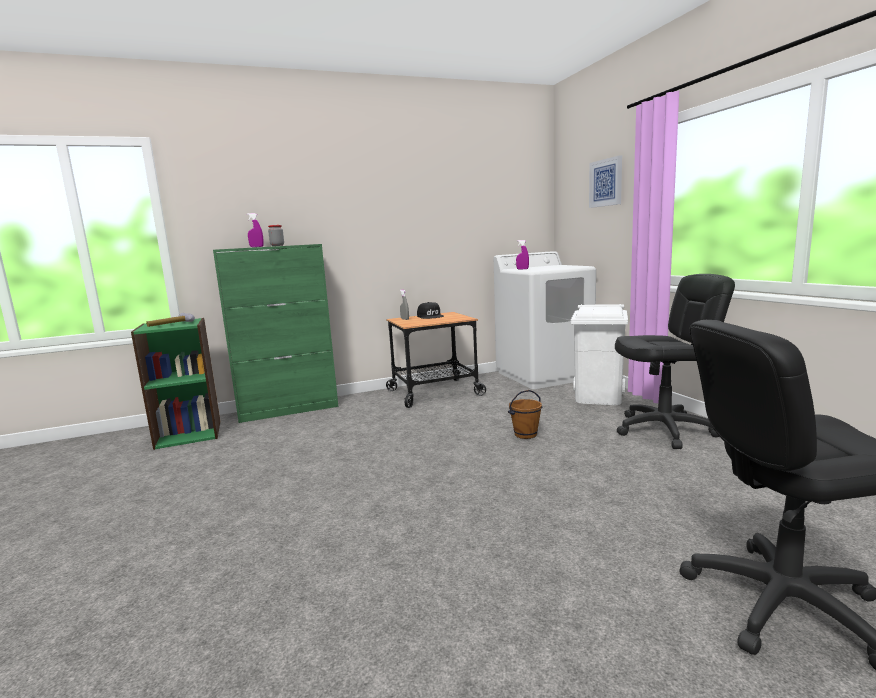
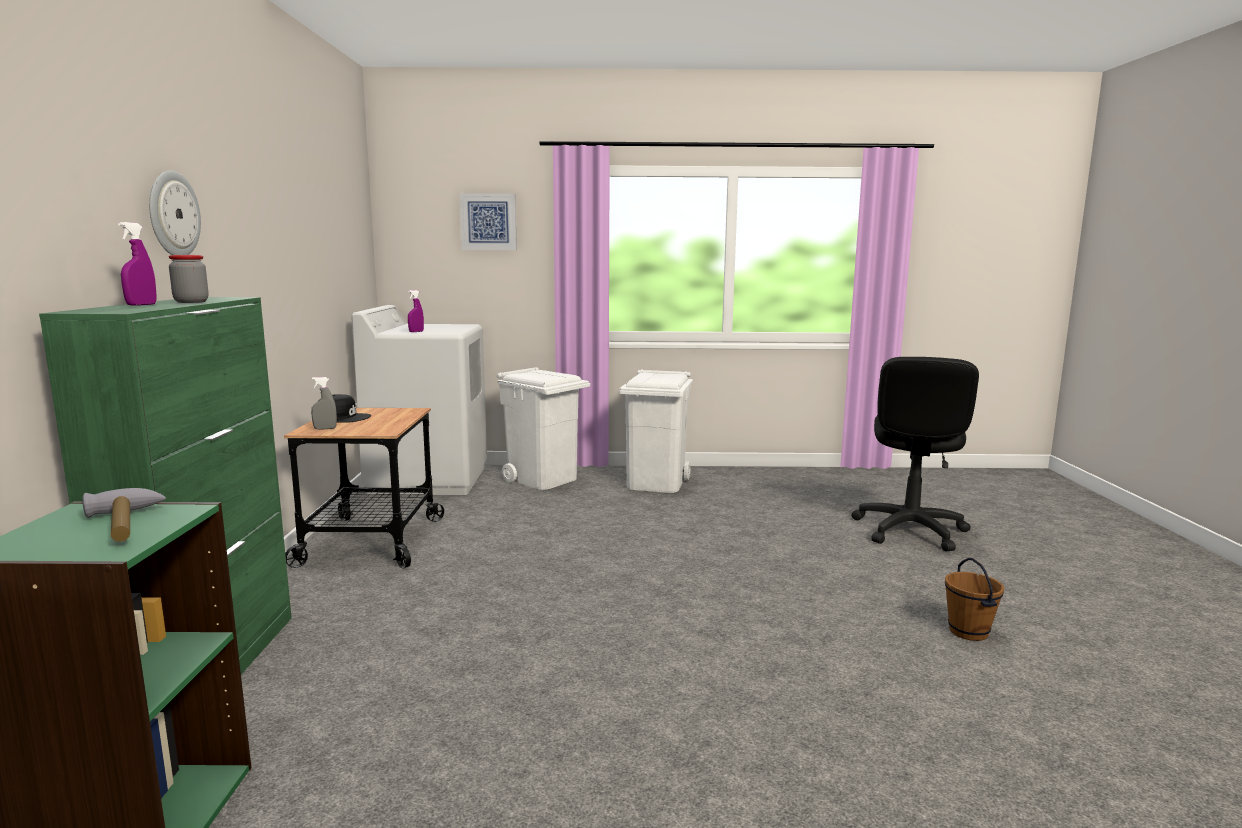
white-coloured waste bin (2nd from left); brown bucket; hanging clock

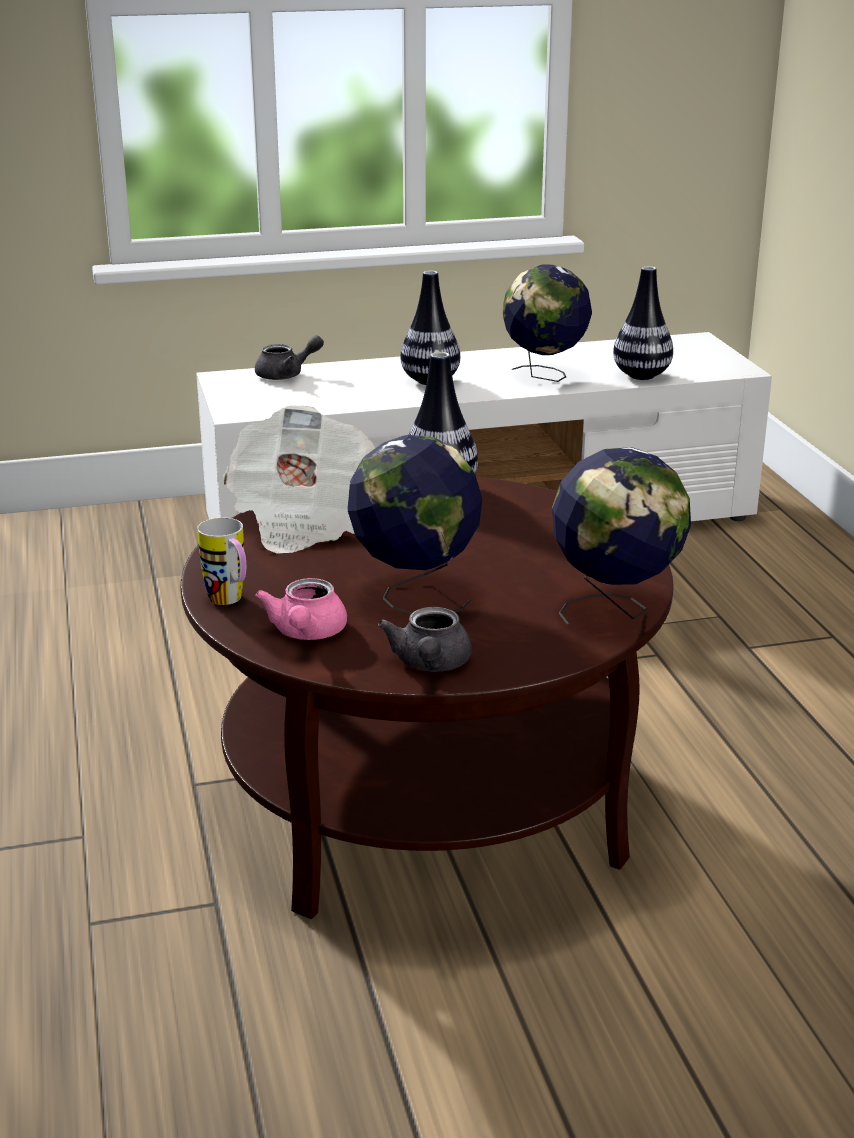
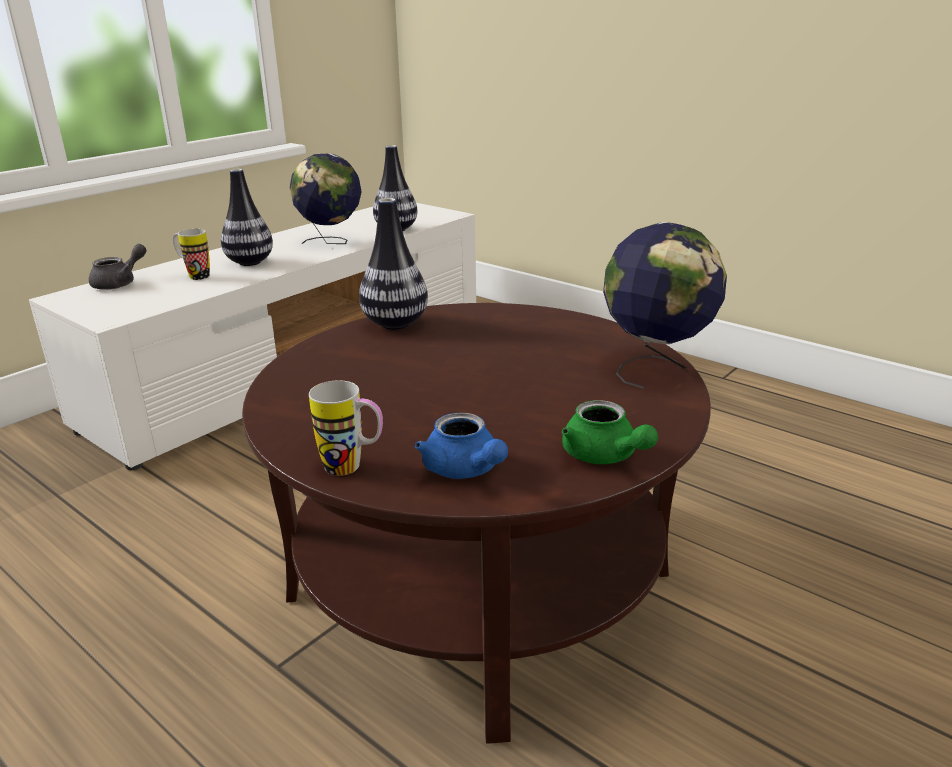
newspaper; desk globe (1st from left in the first image); blue-coloured tea pot; green-coloured tea pot; mug (1st from left)

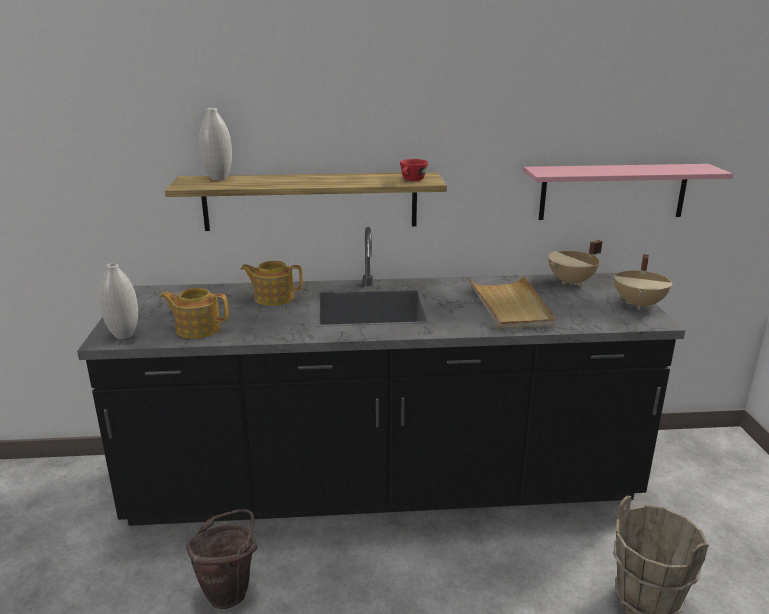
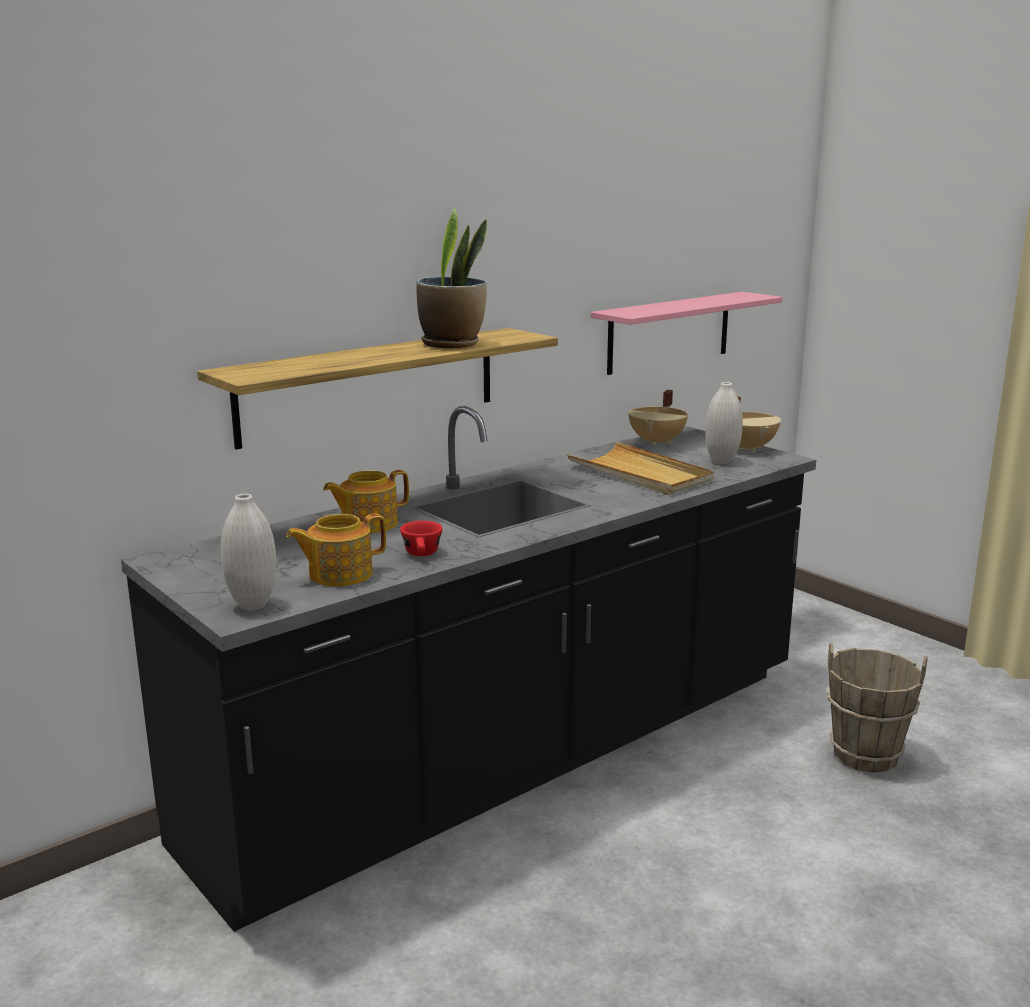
white-coloured vase (2nd from left); red-coloured drinking cup; brown bucket (1st from left in the first image); houseplant

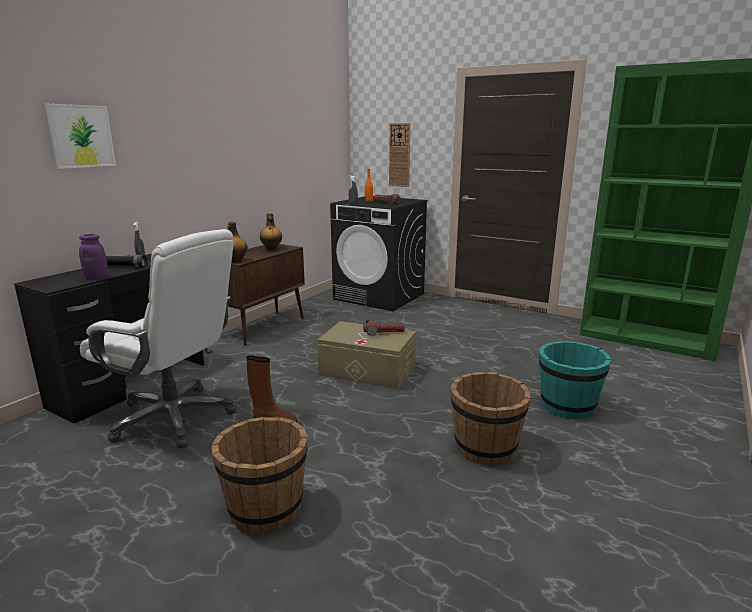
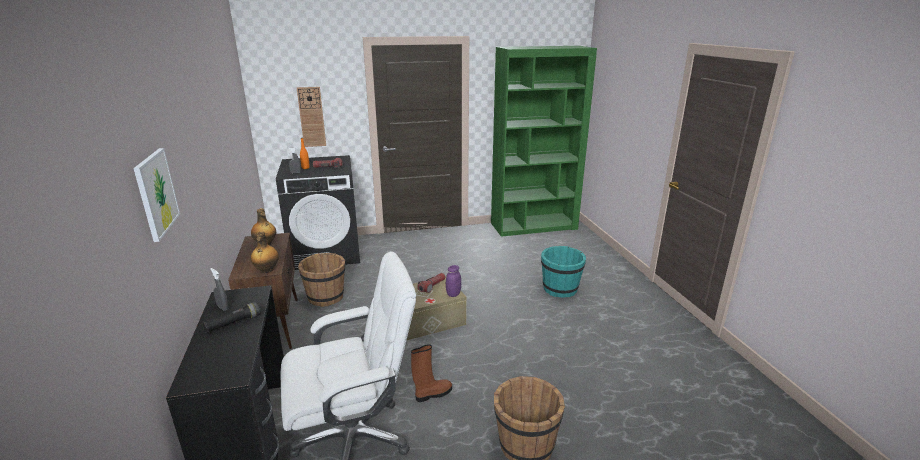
purple jar; brown bucket (1st from left)

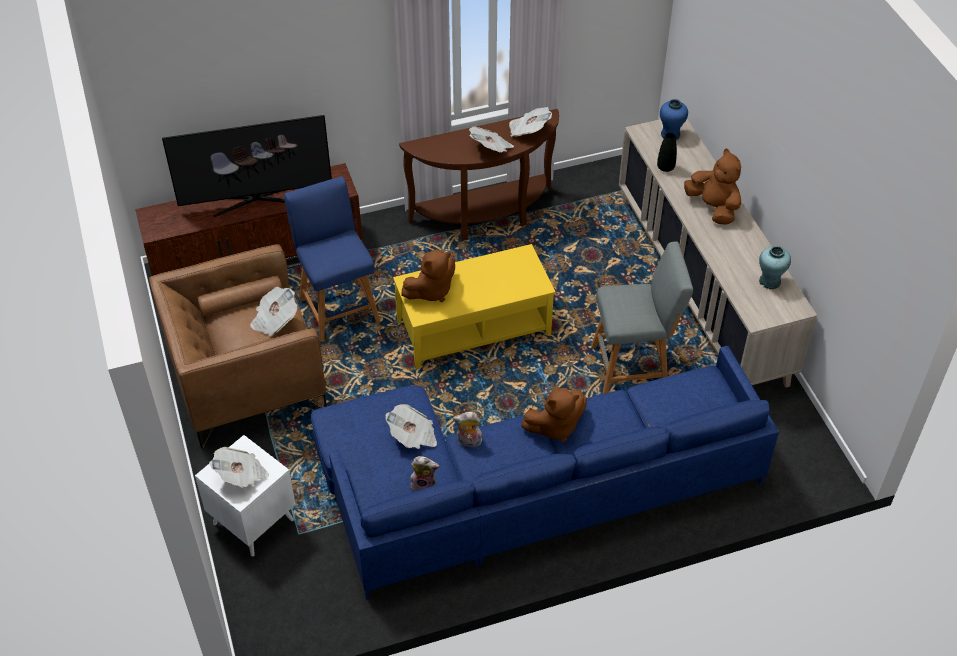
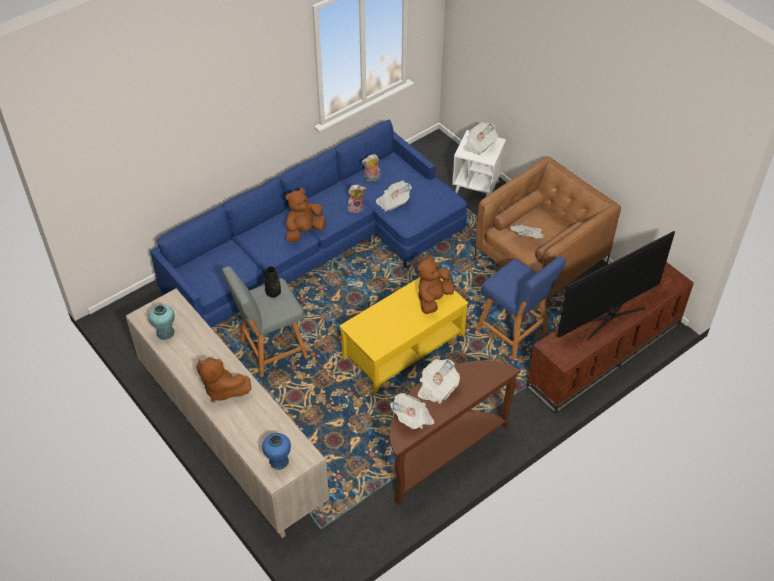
black vase

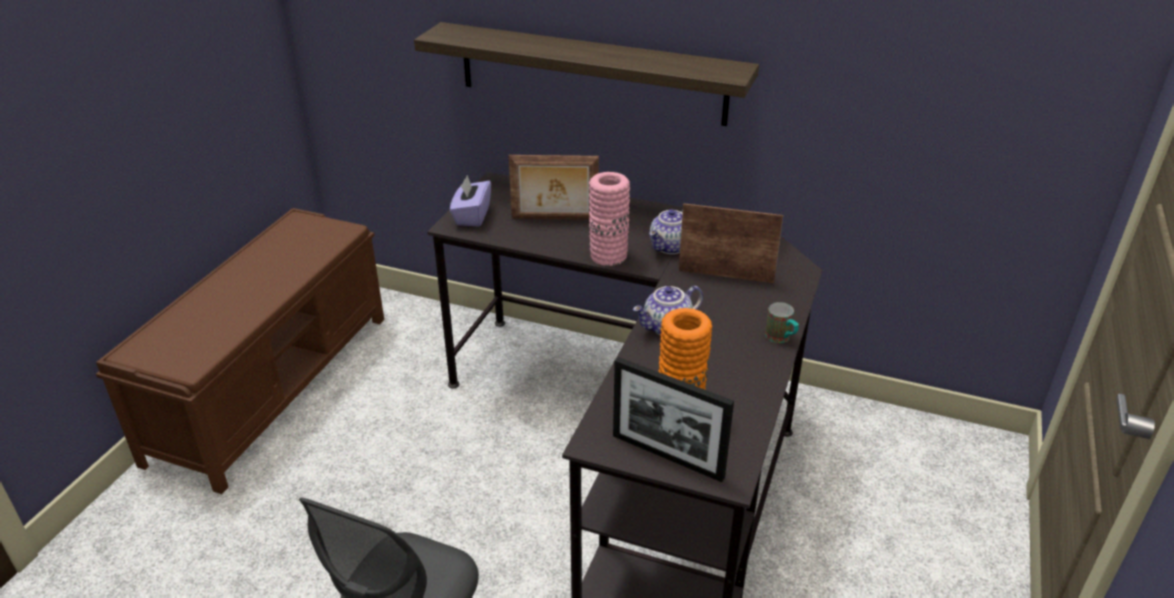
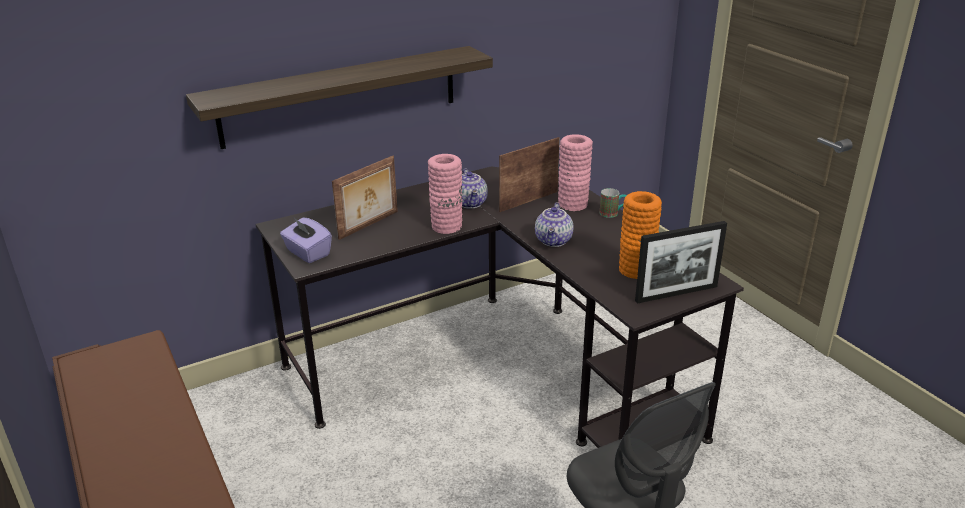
pink vase (2nd from left)

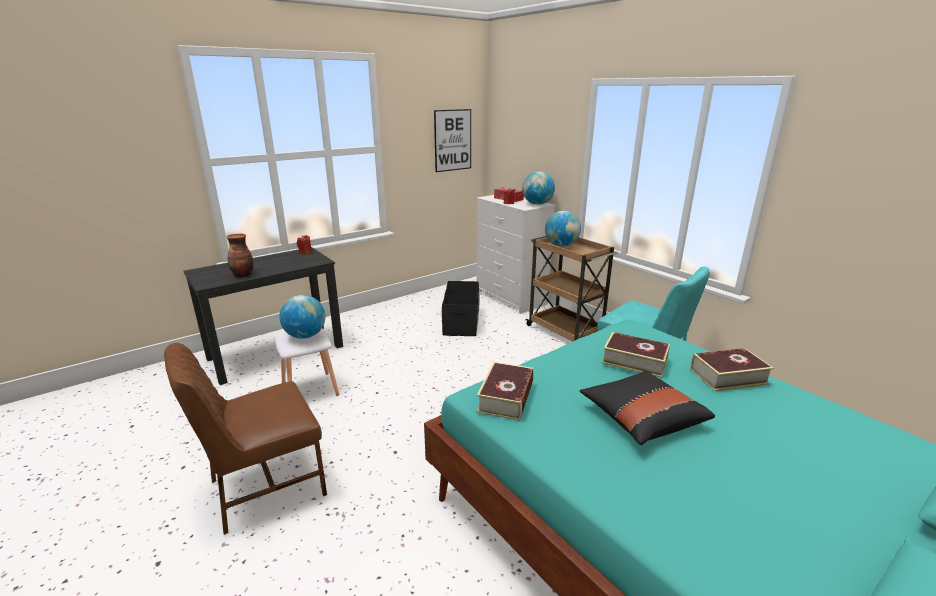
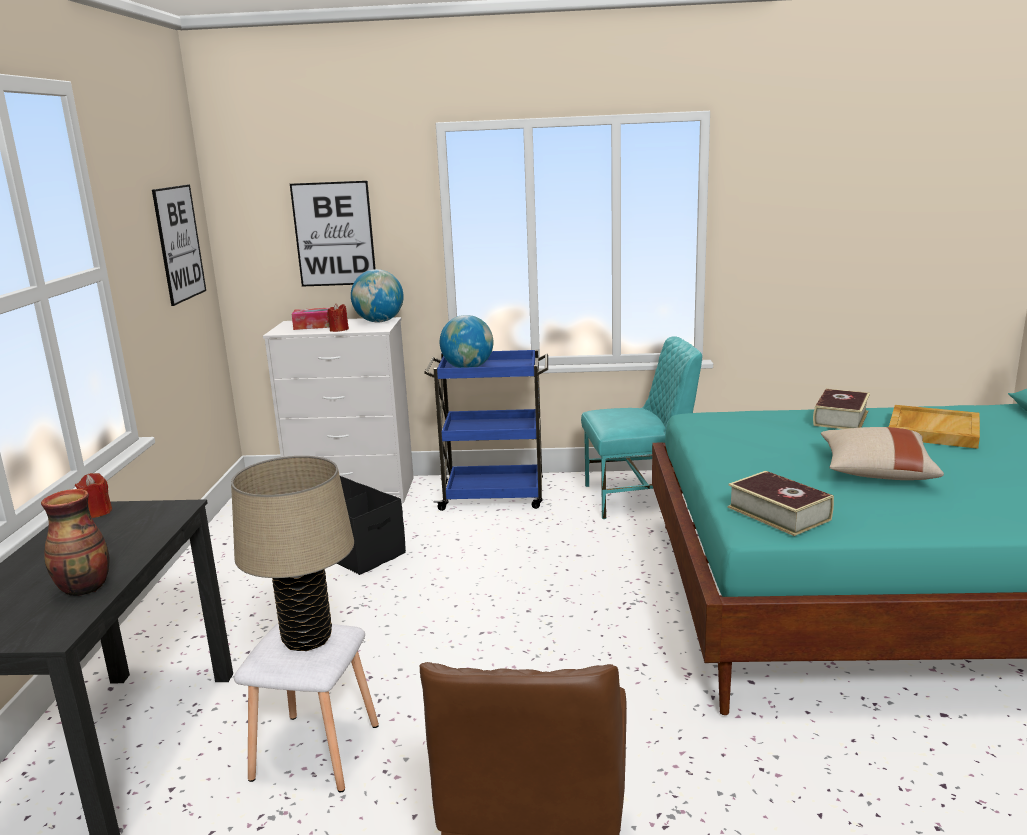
blue-coloured trolley; sand-coloured tabletop lamp; bound book (2nd from left in the first image); sand-coloured throw pillow; wall picture (2nd from left); sand-coloured tray

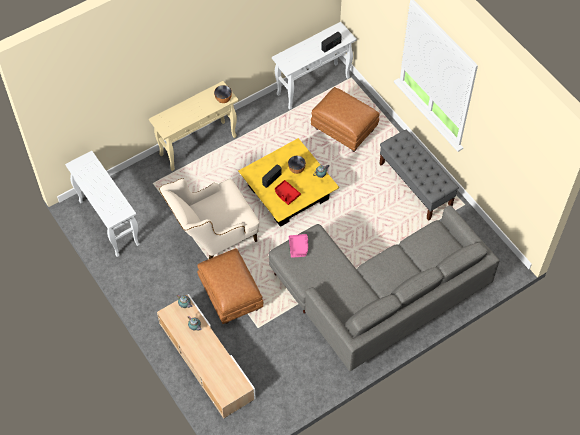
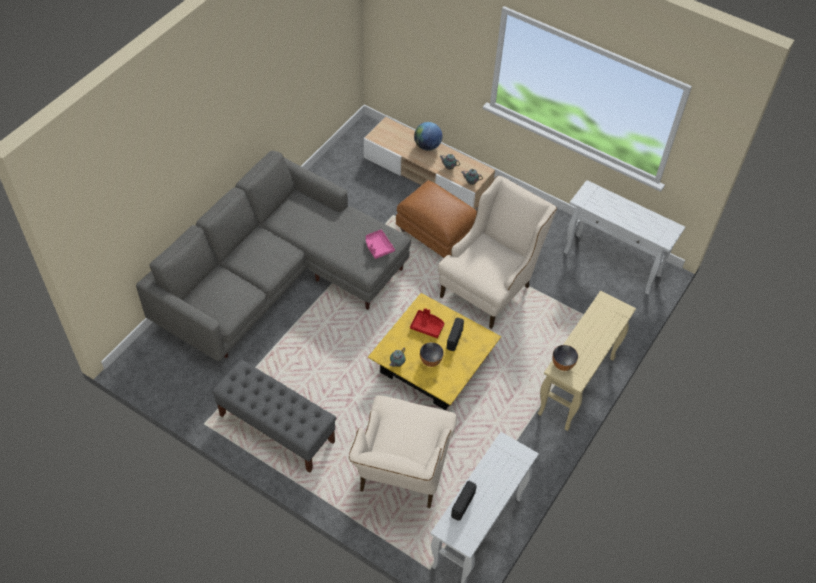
sand-coloured armchair (1st from left); desk globe

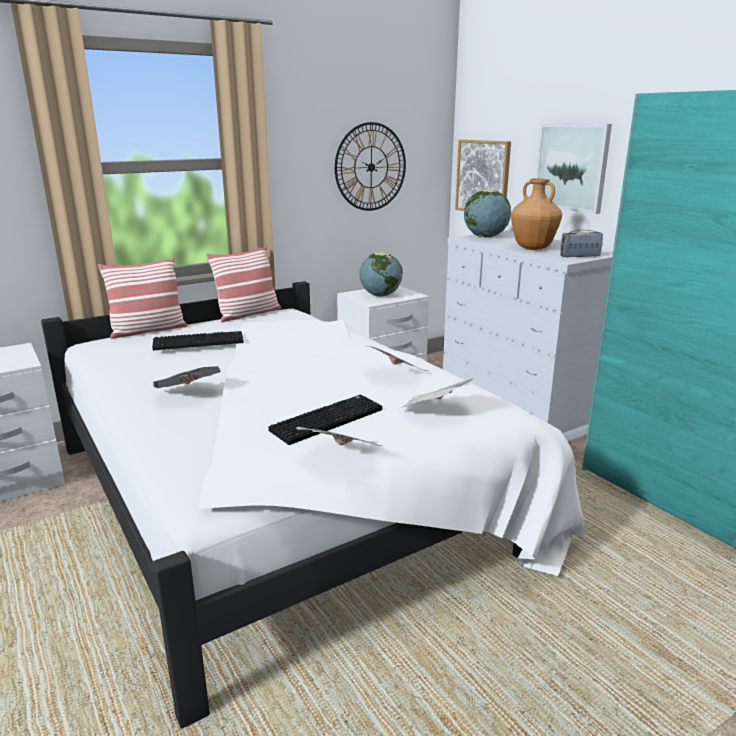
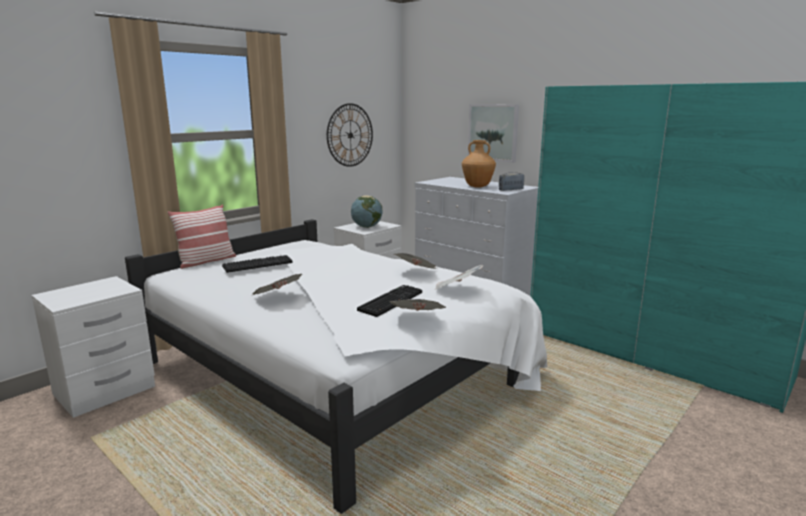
wall picture (1st from left in the first image); desk globe (2nd from left in the first image); throw pillow (2nd from left in the first image)

